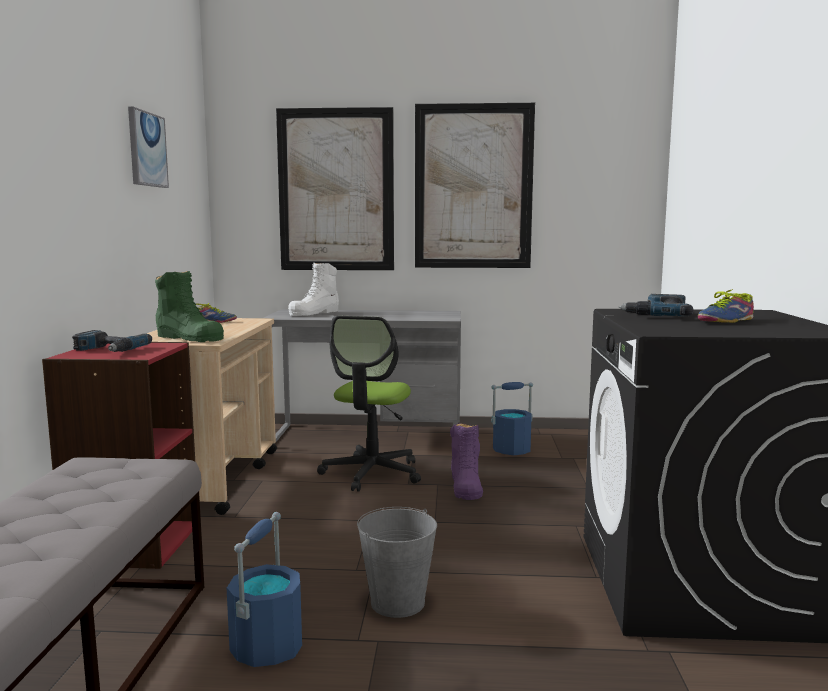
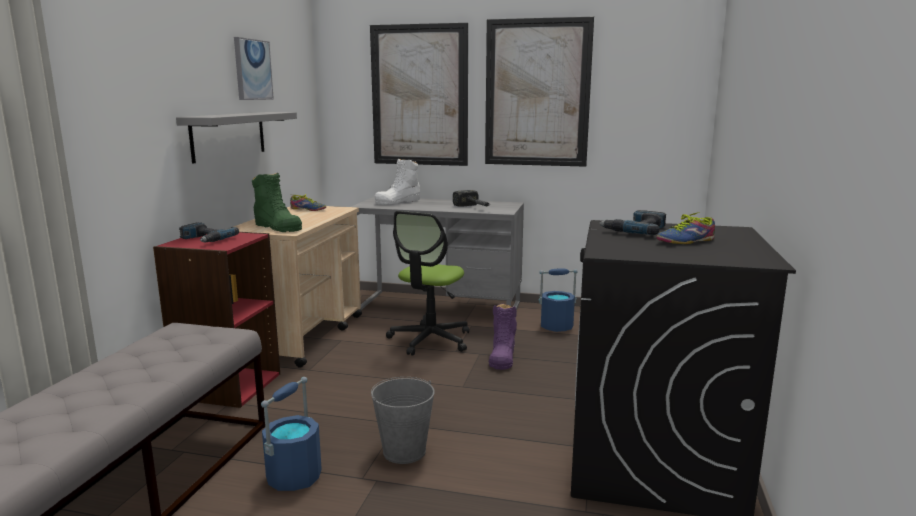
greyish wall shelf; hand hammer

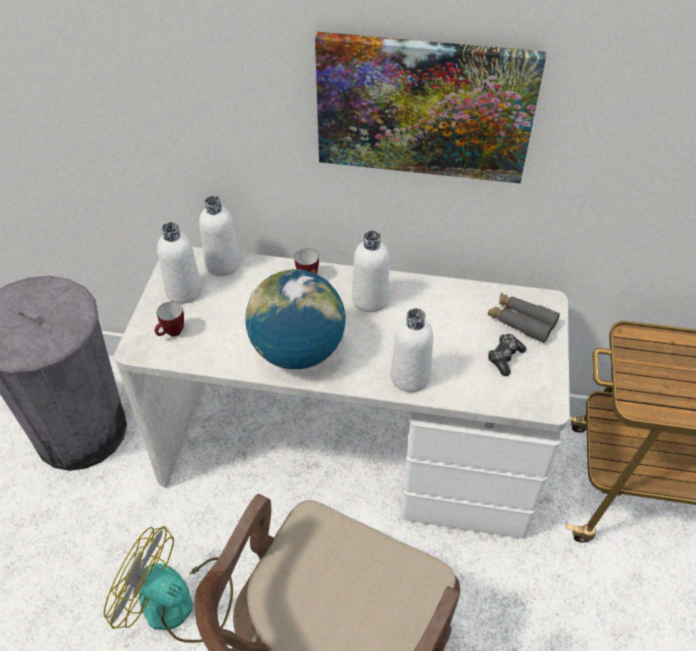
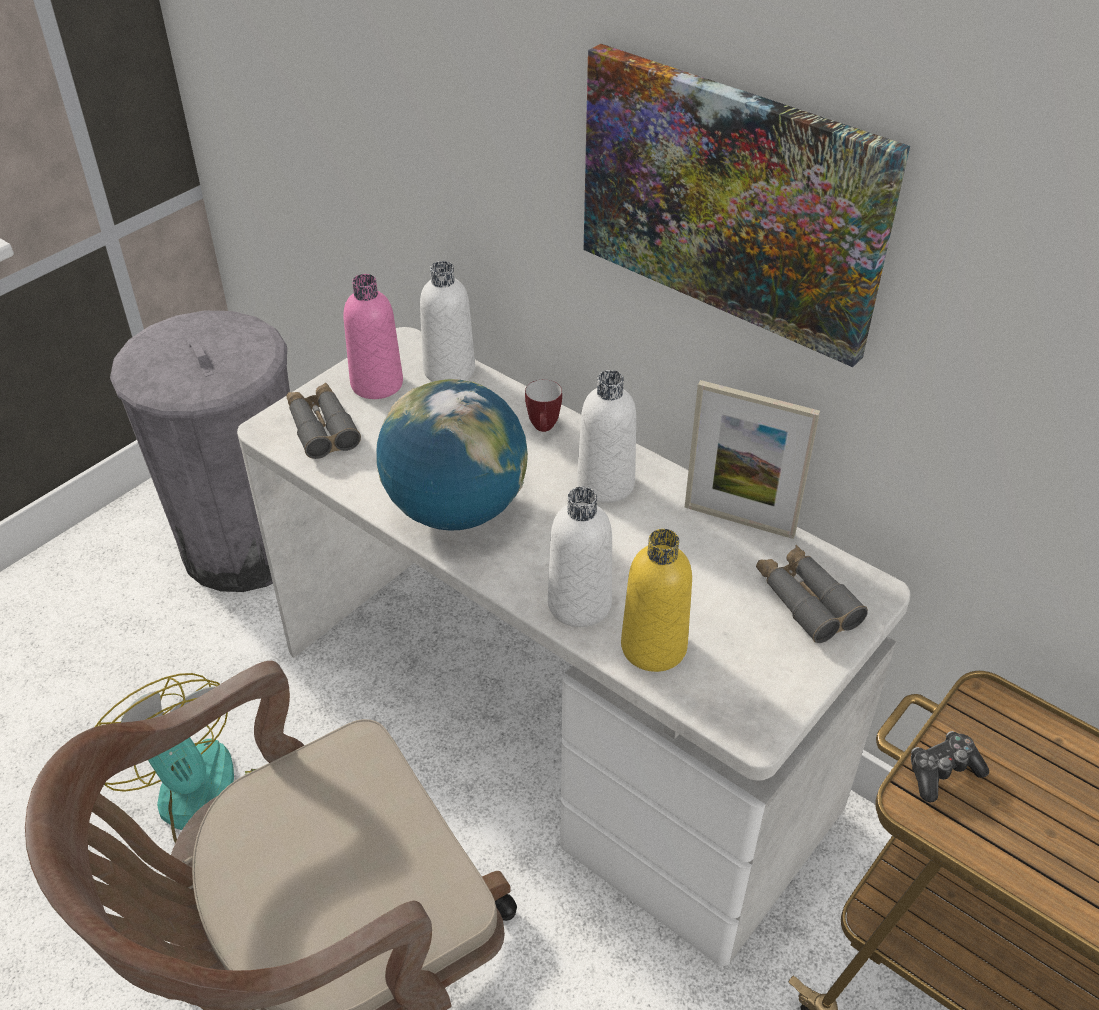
pink bottle; greyish pair of binoculars (1st from left); joypad; photo frame; yellow-coloured bottle

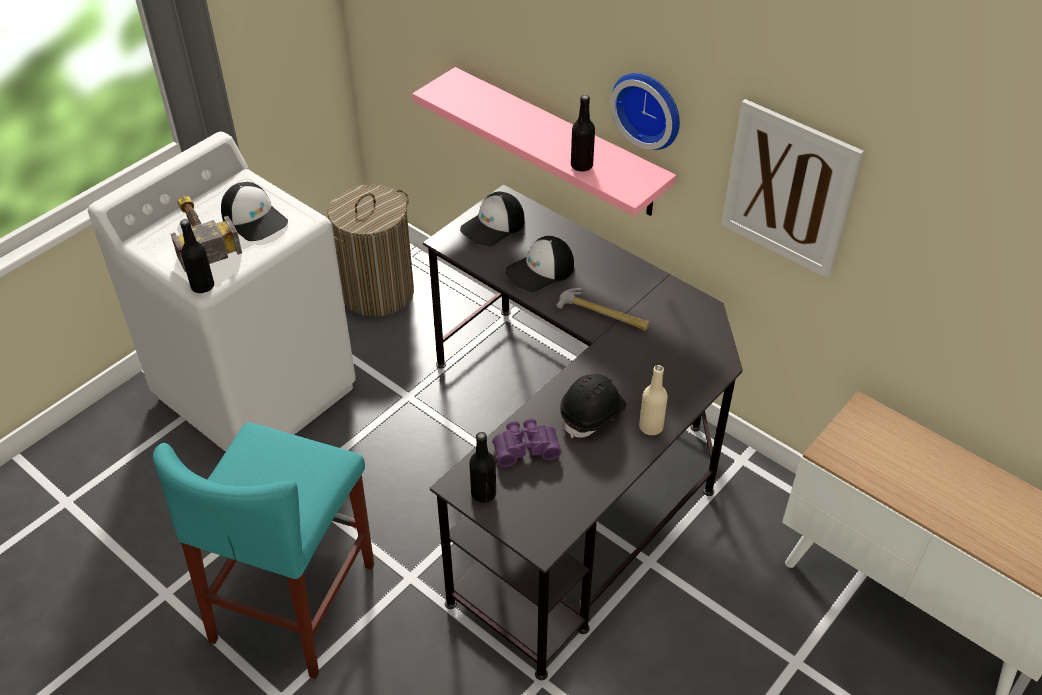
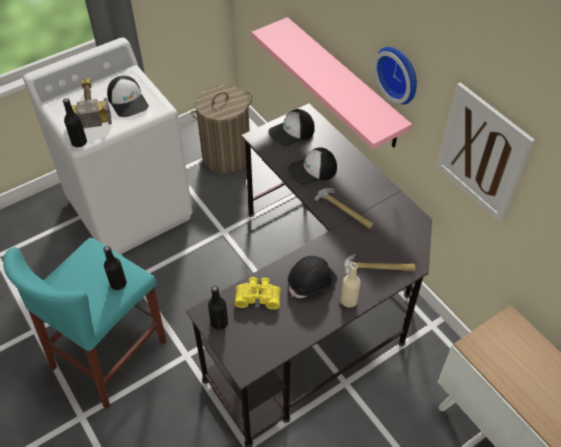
black bottle (2nd from left); yellow-coloured pair of binoculars; hand hammer (3rd from left)

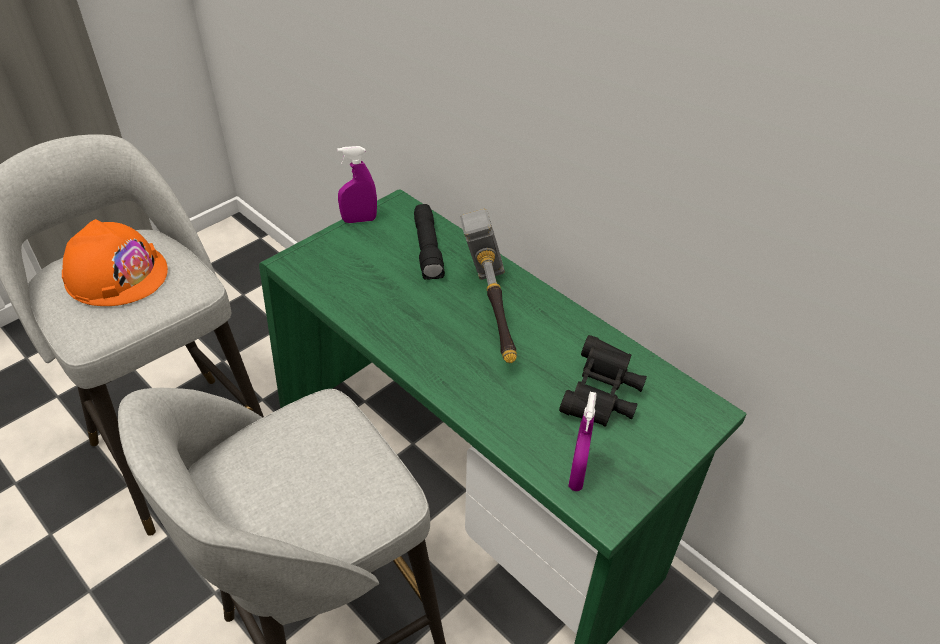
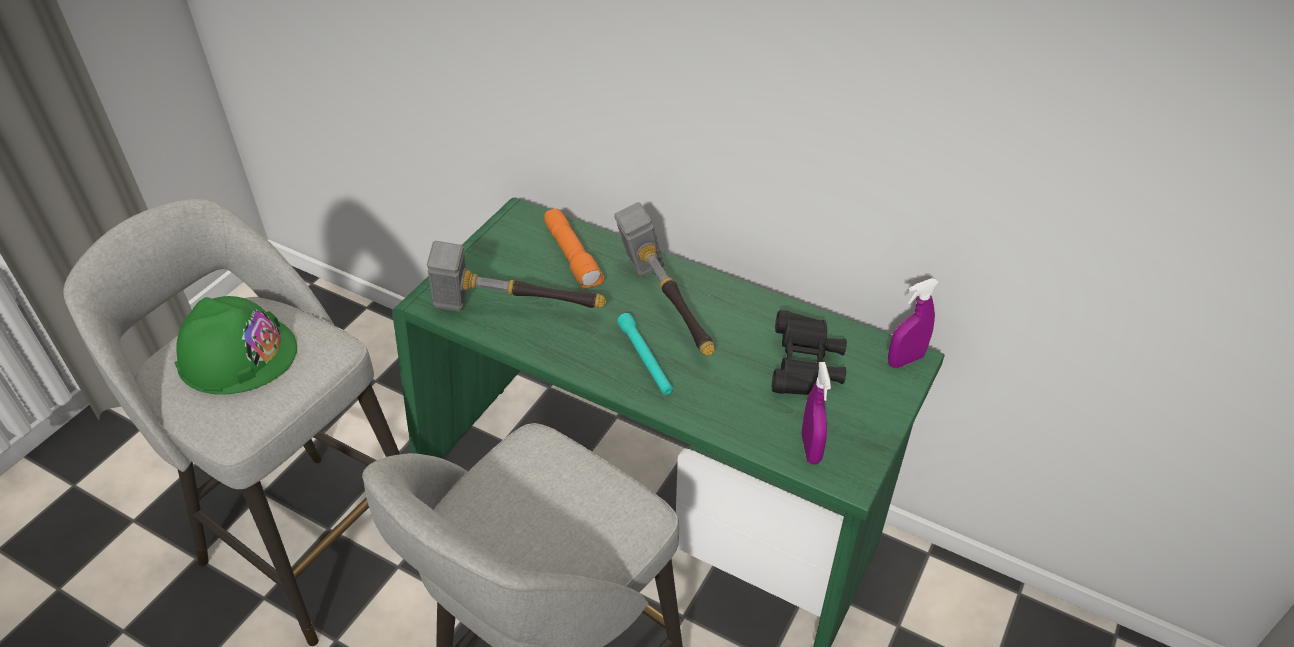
purple hand sprayer (2nd from left); orange hand torch; green-coloured work helmet; hand hammer (1st from left); turquoise-coloured hand torch

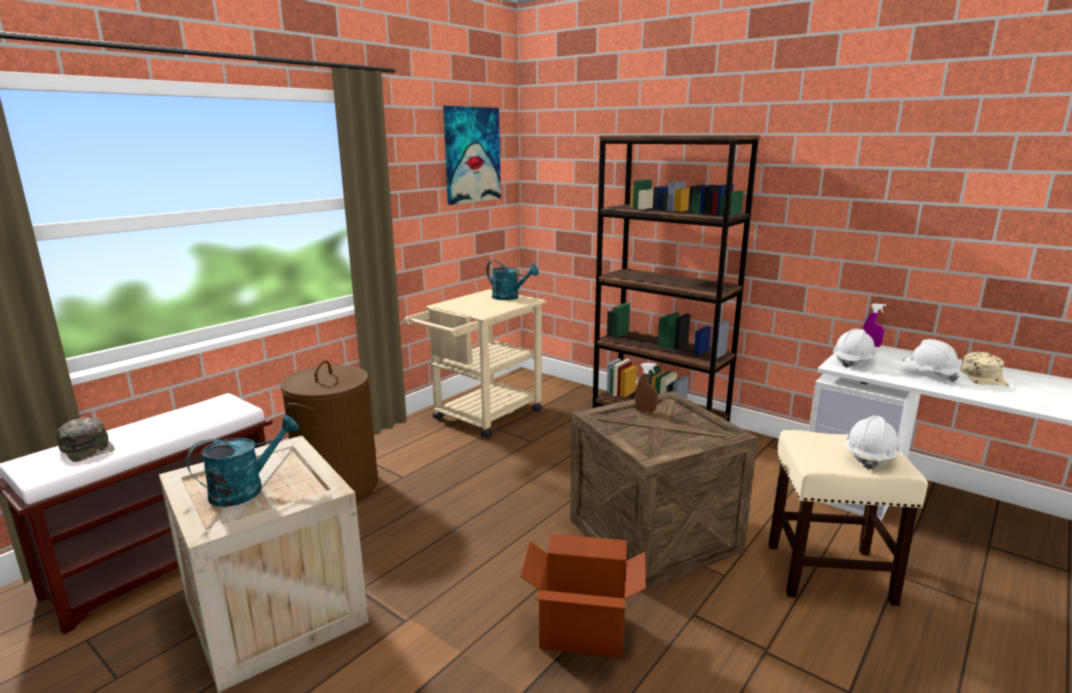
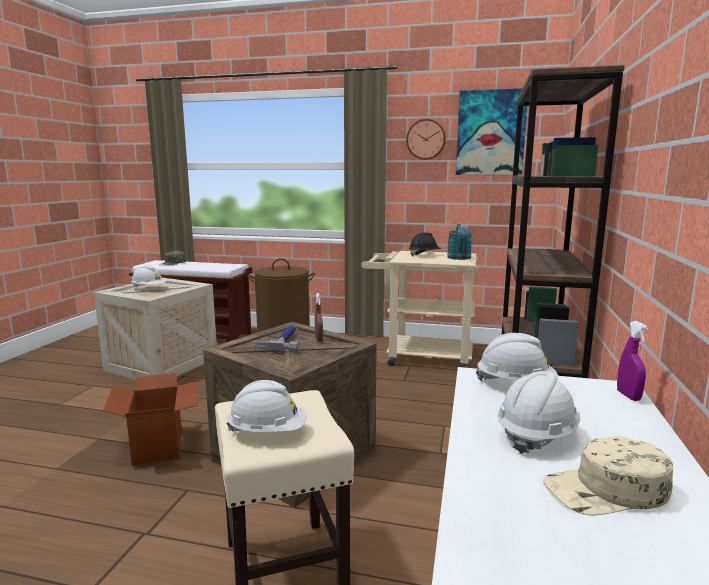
white-coloured work helmet (1st from left); hanging clock; black work helmet; hand hammer

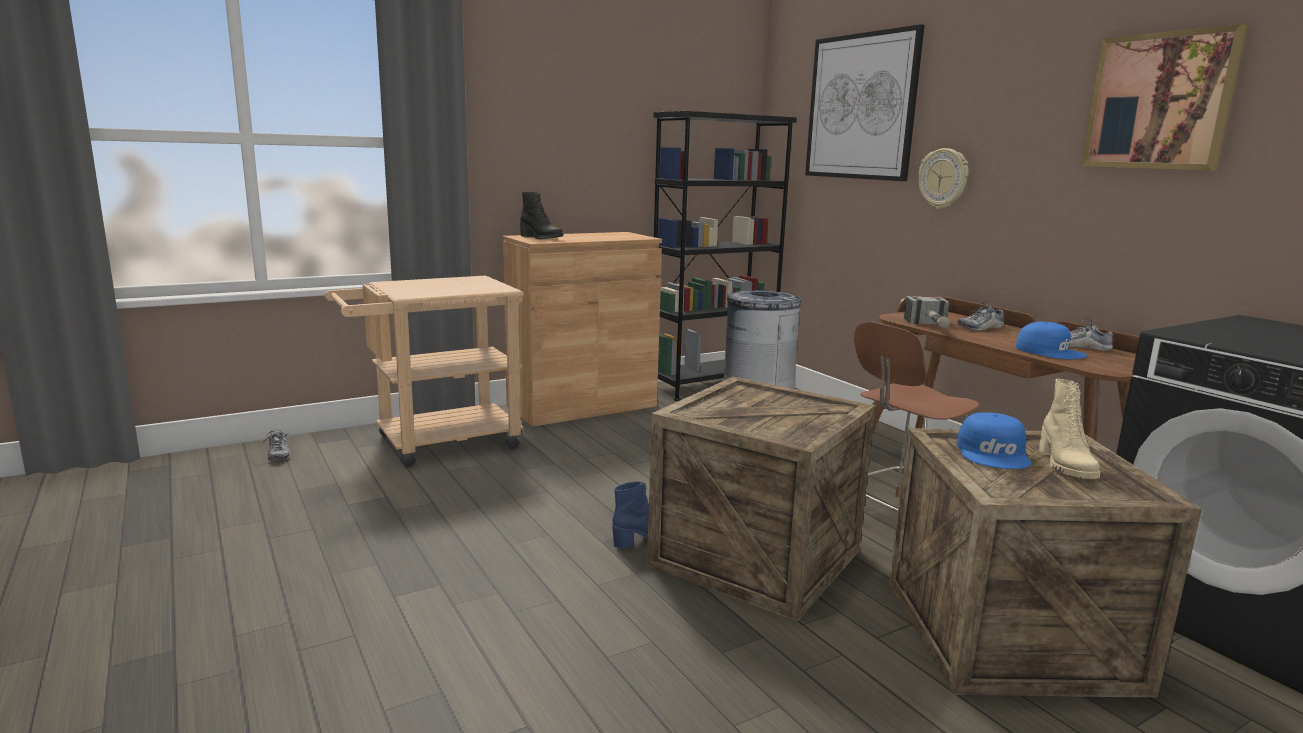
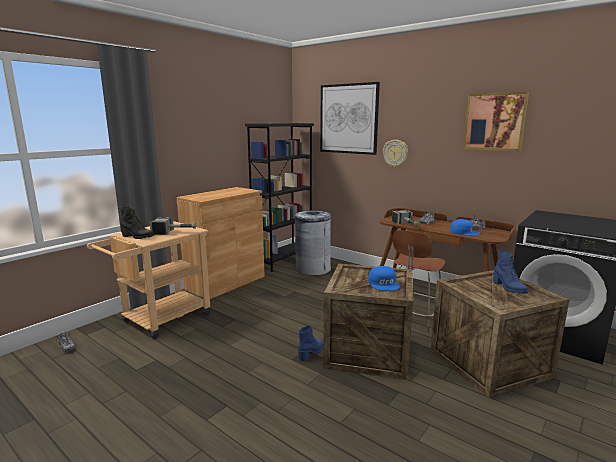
black boot; blue-coloured boot (2nd from left); blue-coloured baseball cap (1st from left); hand hammer (1st from left)

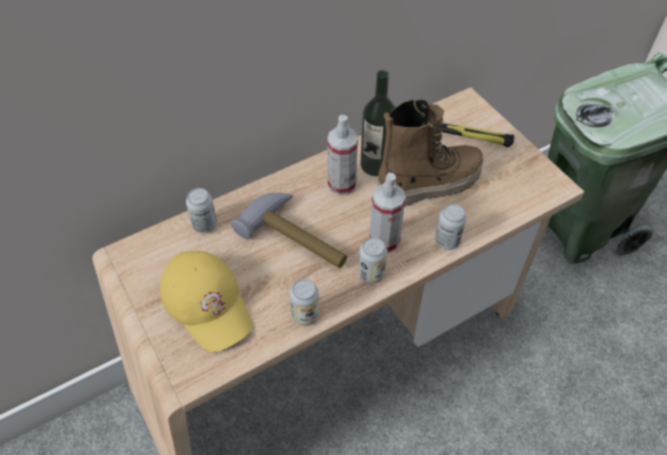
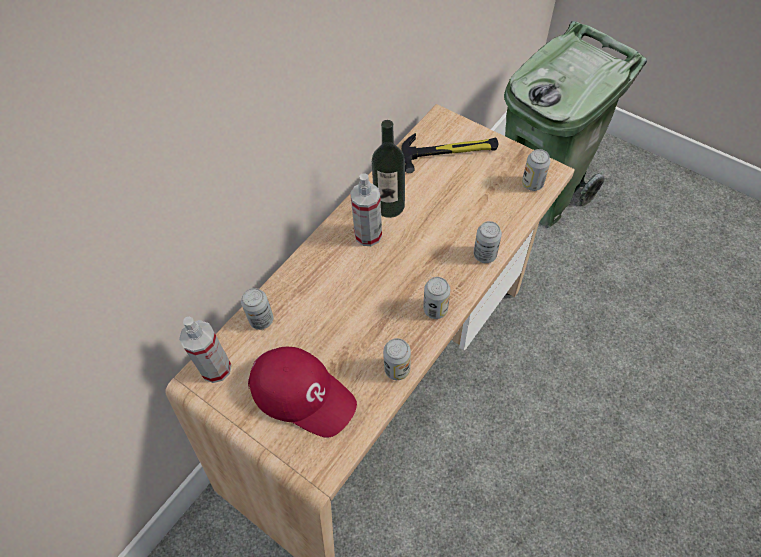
boot; hand sprayer (1st from left); hand hammer (1st from left in the first image); red-coloured baseball cap; sealed can (5th from left)

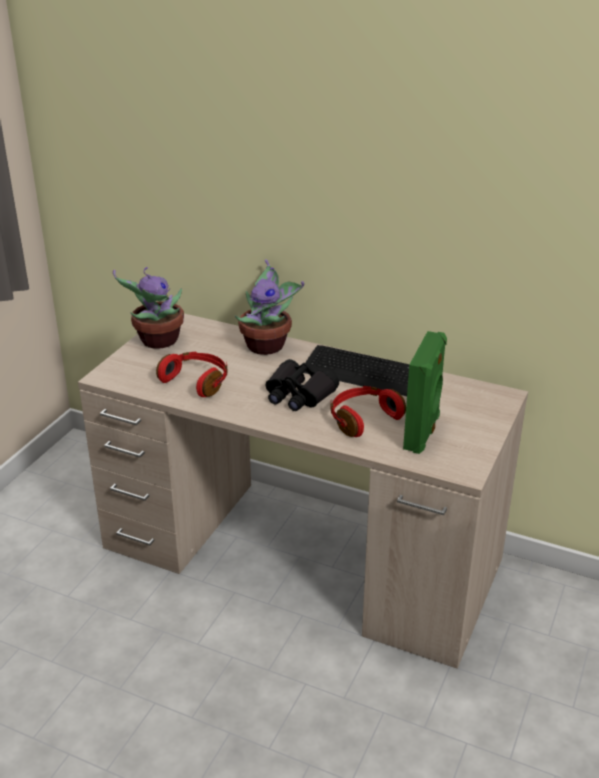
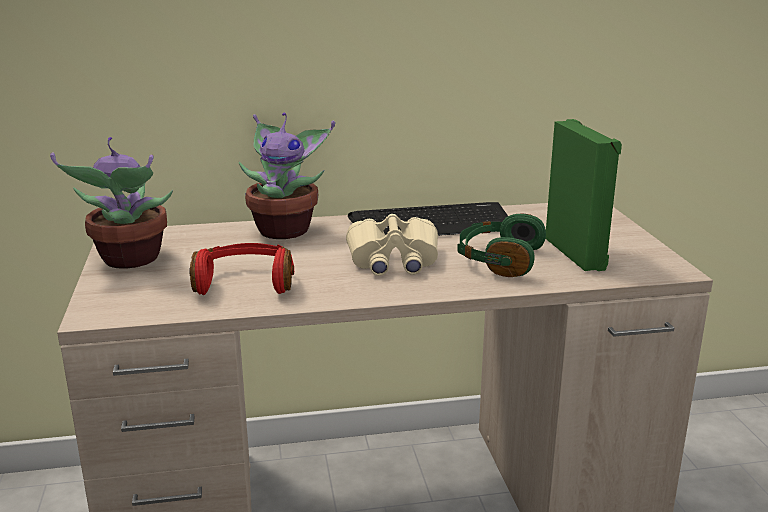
sand-coloured pair of binoculars; green-coloured headphones

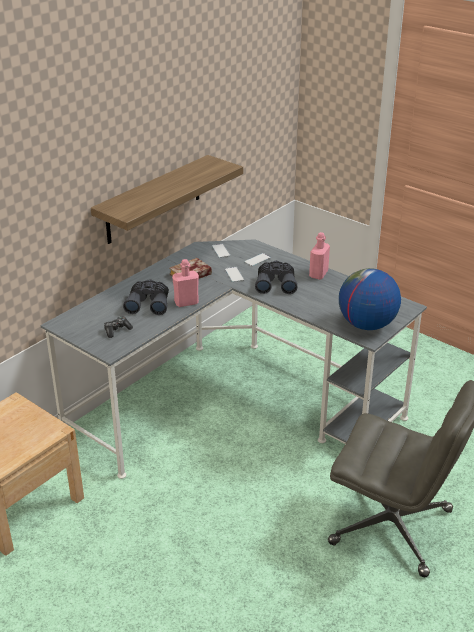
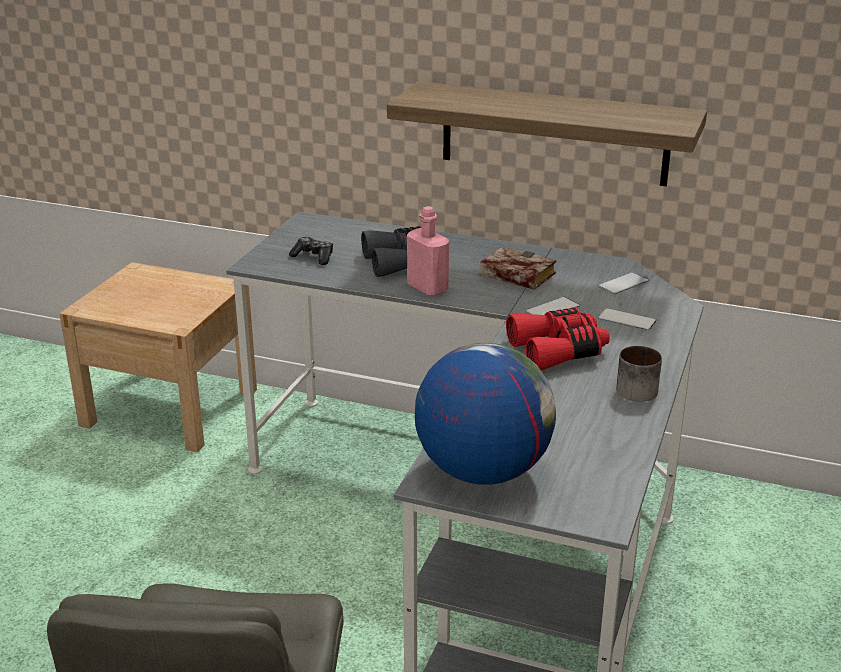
mug; red-coloured pair of binoculars

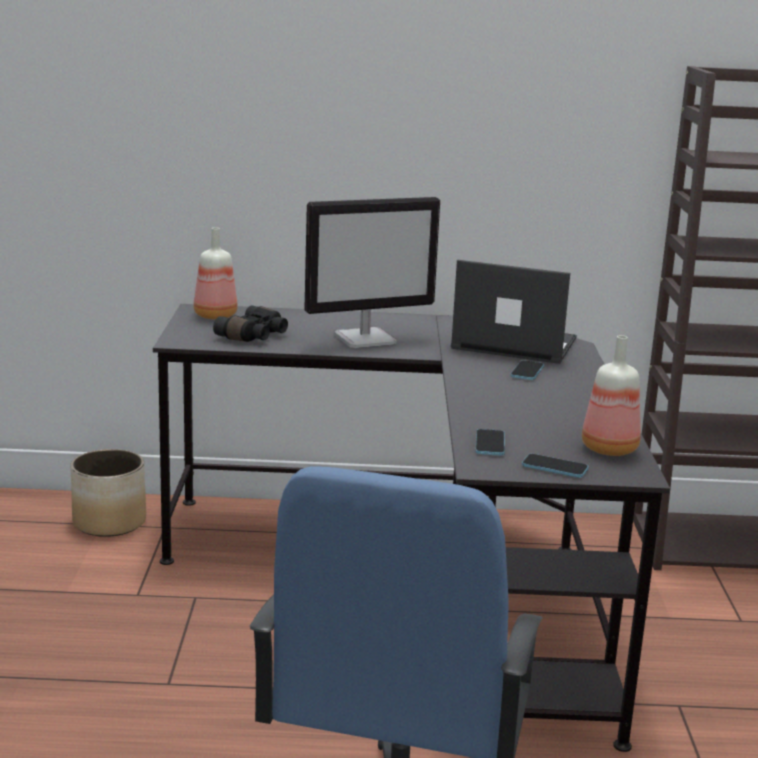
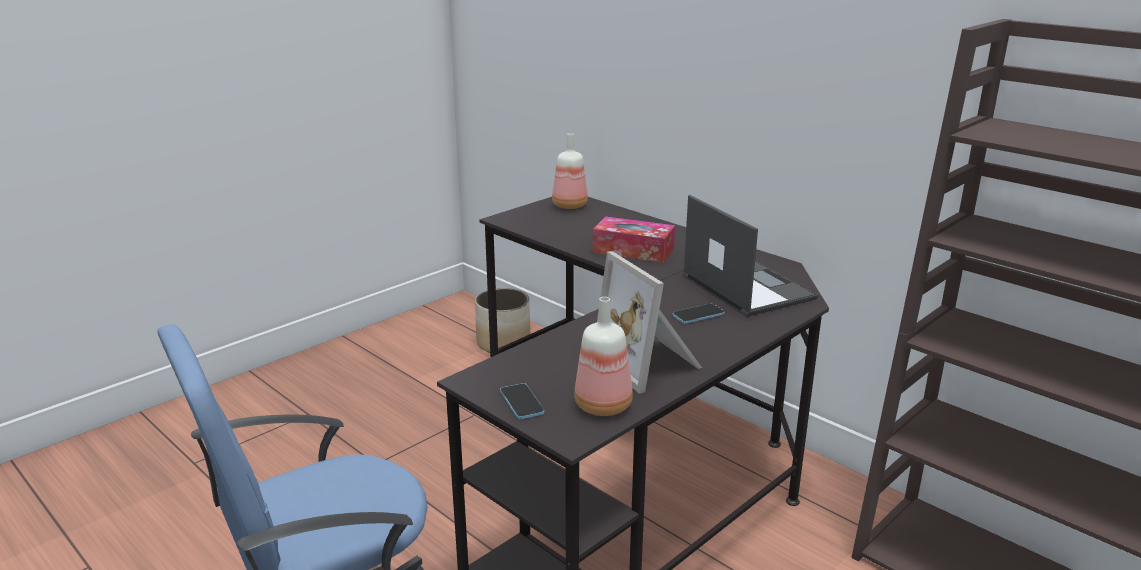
box of tissues; black pair of binoculars; handset (1st from left in the first image); photo frame

